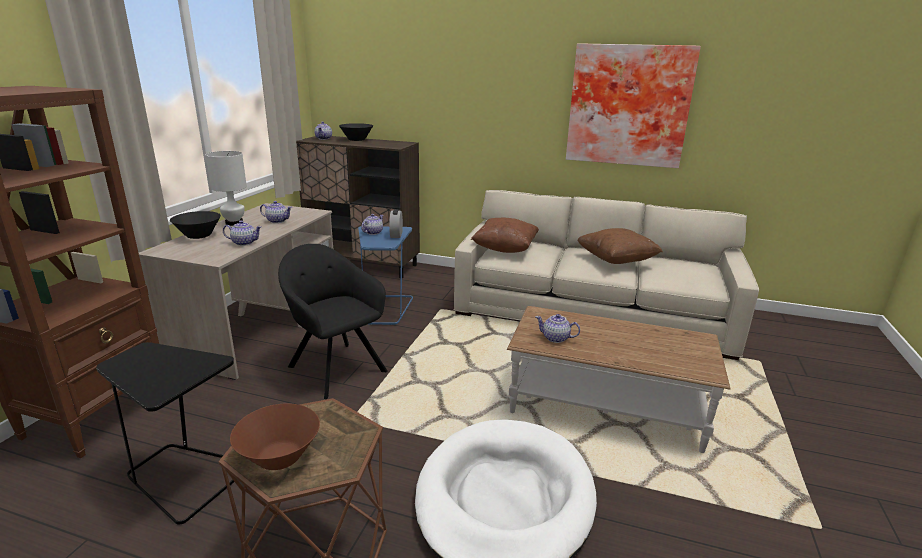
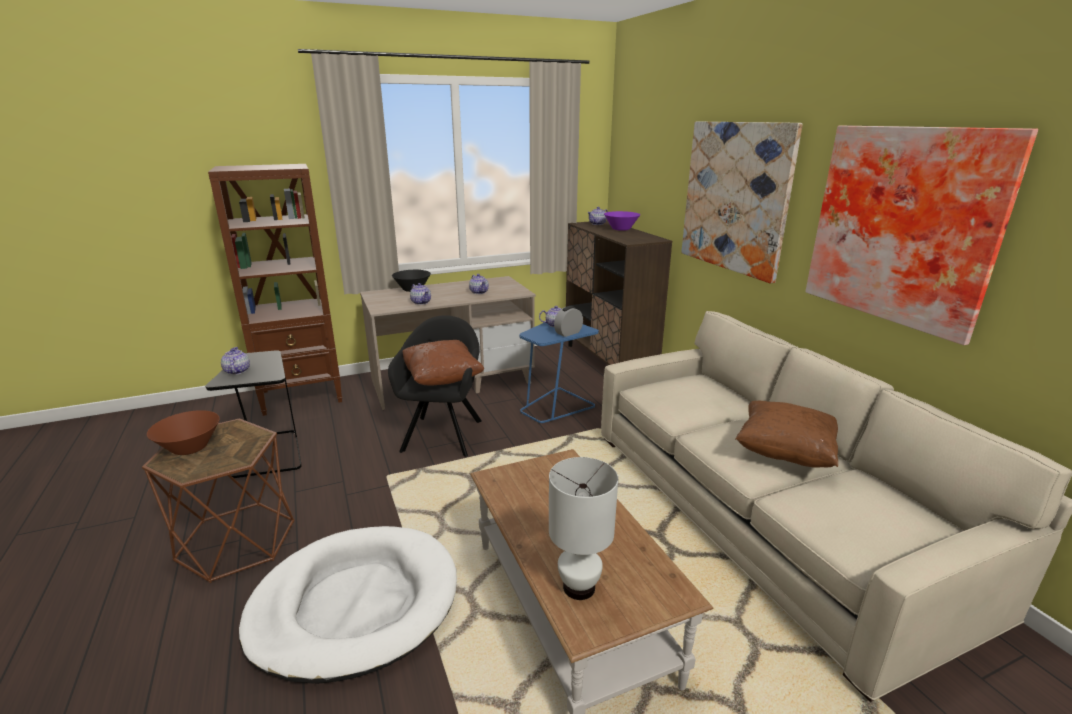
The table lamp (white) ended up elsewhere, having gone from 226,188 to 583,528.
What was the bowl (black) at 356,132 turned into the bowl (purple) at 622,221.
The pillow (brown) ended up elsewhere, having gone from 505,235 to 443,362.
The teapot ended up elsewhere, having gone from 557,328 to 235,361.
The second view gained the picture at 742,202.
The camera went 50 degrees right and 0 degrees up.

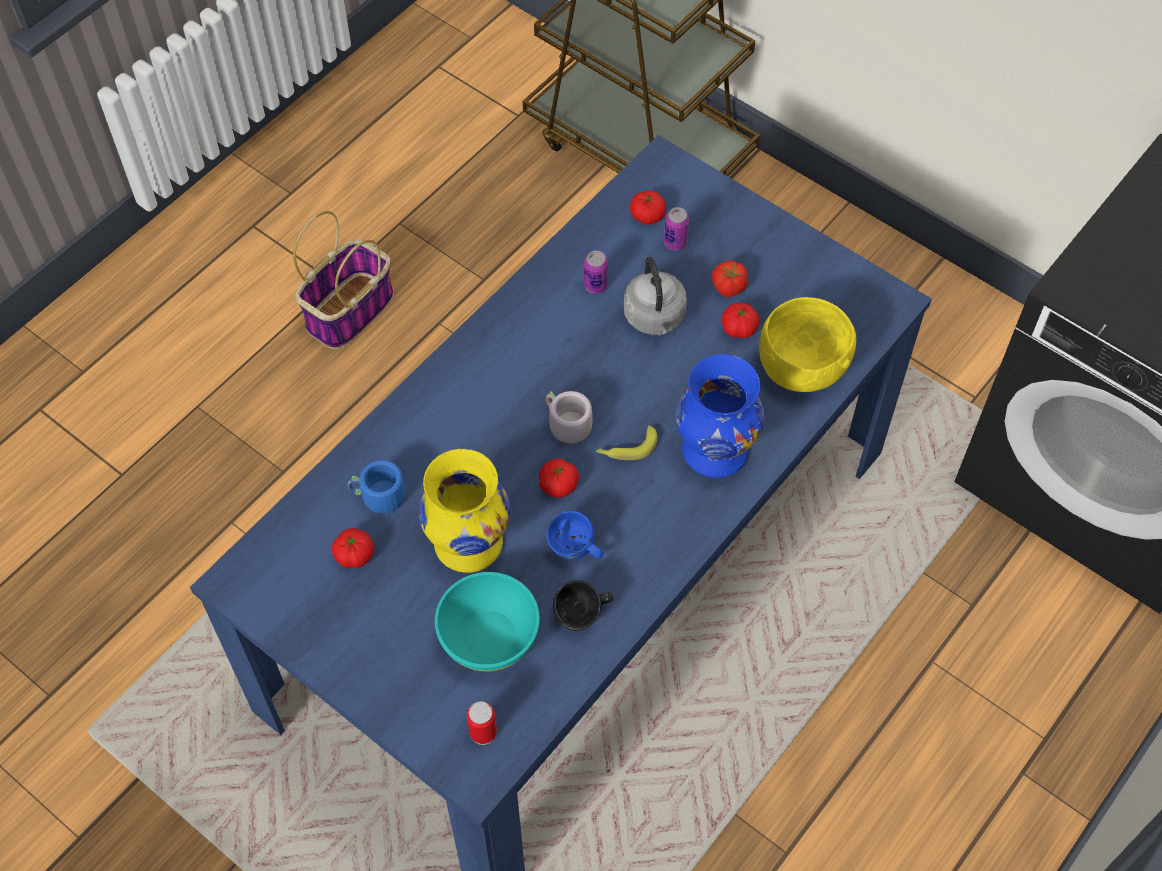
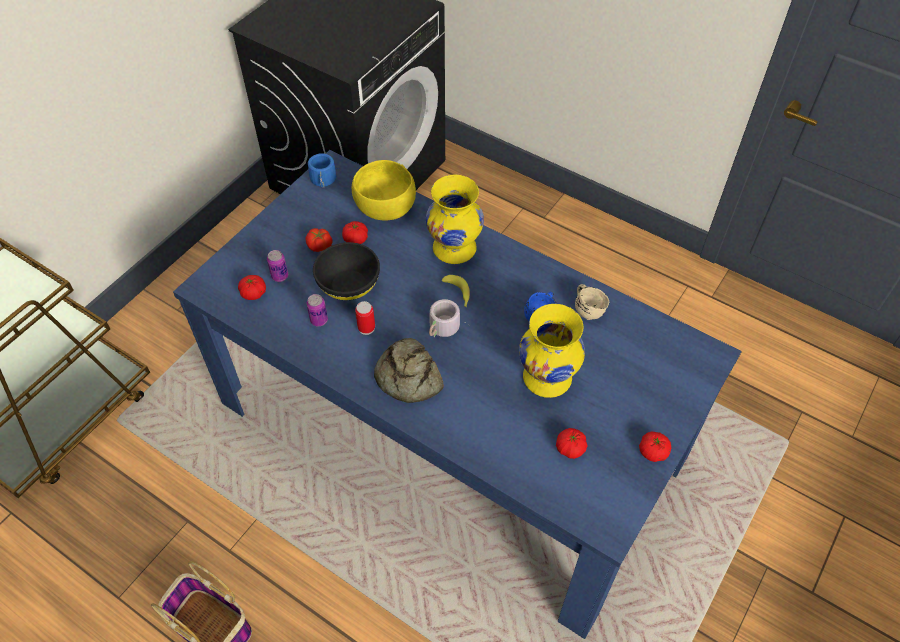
The mug (blue) ended up elsewhere, having gone from 377,490 to 322,170.
The second view lost the bowl (turquoise) at 487,621.
The can ended up elsewhere, having gone from 482,723 to 365,318.
The tomato ended up elsewhere, having gone from 559,478 to 655,447.
What was the mug (black) at 583,605 turned into the mug (beige) at 592,302.
Where the kettle (grey) stood at 655,296, the bowl (black) came to stand at 346,271.
What was the vase (blue) at 720,416 turned into the vase (yellow) at 455,219.
The second view gained the bread at 409,370.
The camera went 95 degrees left and 5 degrees down.

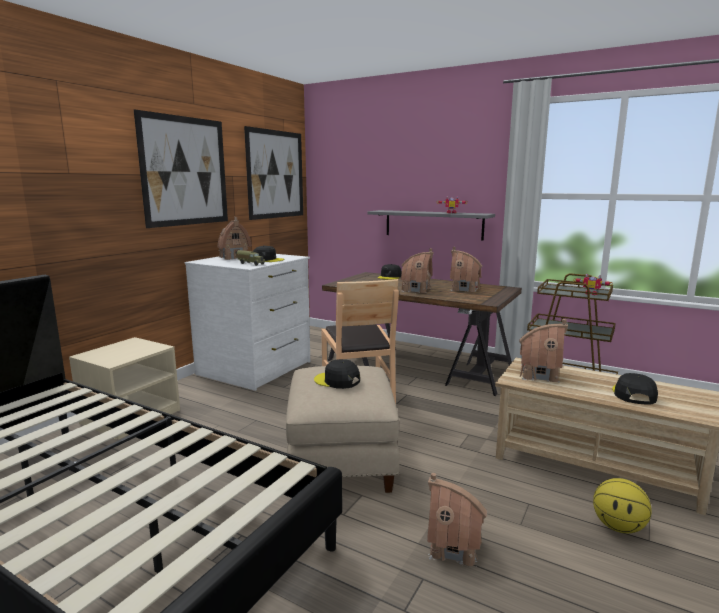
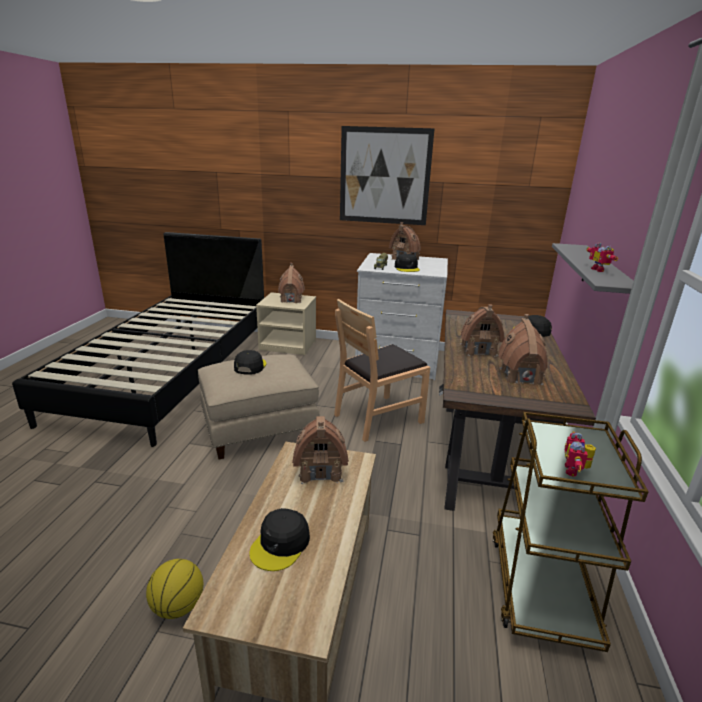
The second view lost the picture at 273,173.
The toy house ended up elsewhere, having gone from 457,519 to 291,283.
The cap (black) at 635,389 ended up facing another way, 120 degrees clockwise from before.
The camera went 70 degrees right and 10 degrees up.

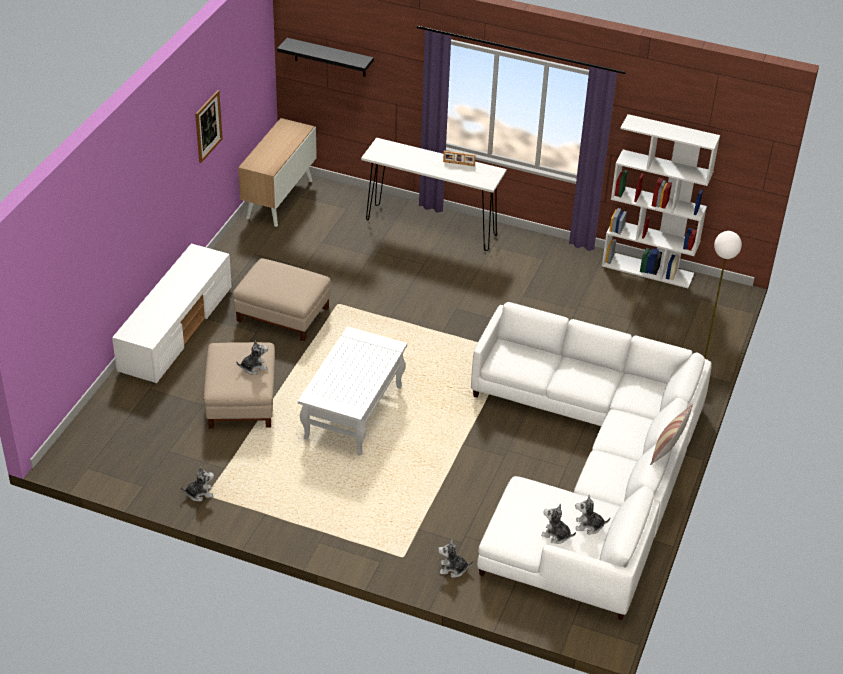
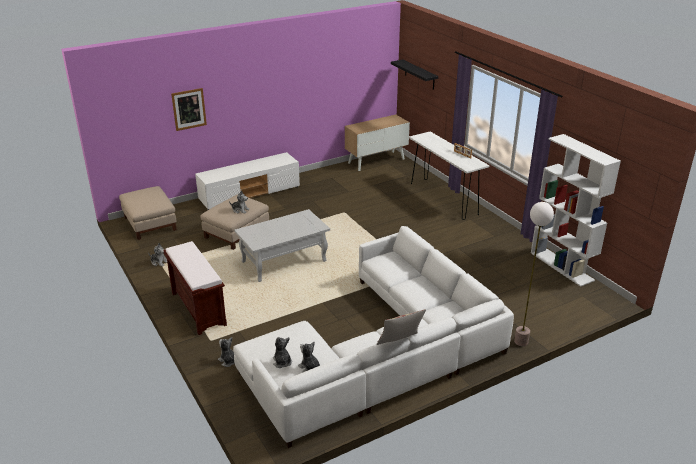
The picture ended up elsewhere, having gone from 209,126 to 189,109.
The ottoman (beige) ended up elsewhere, having gone from 282,299 to 148,213.
The second view gained the bench (brown) at 195,288.
The camera went 40 degrees right and 10 degrees down.

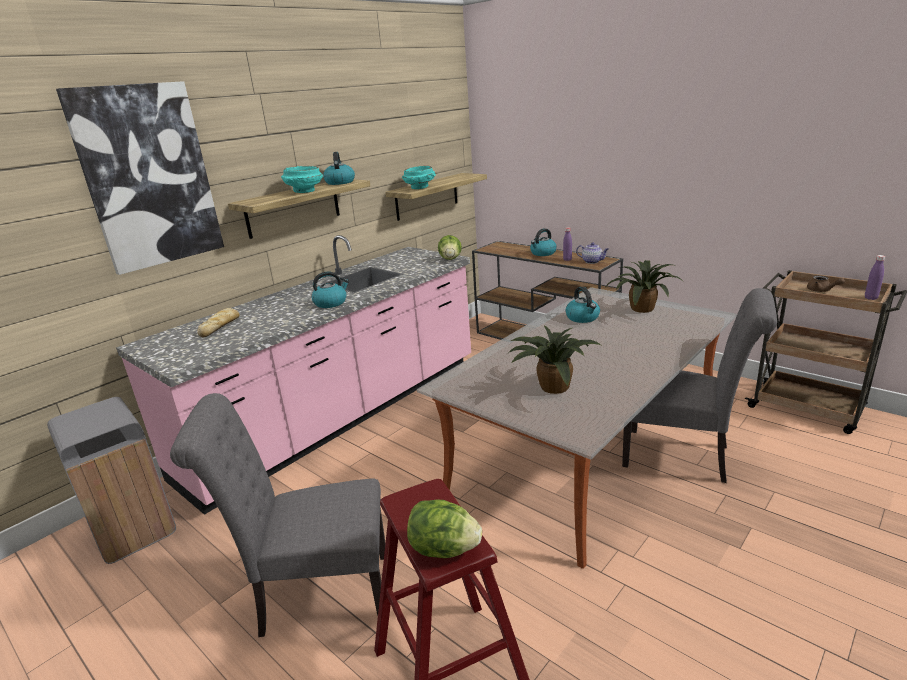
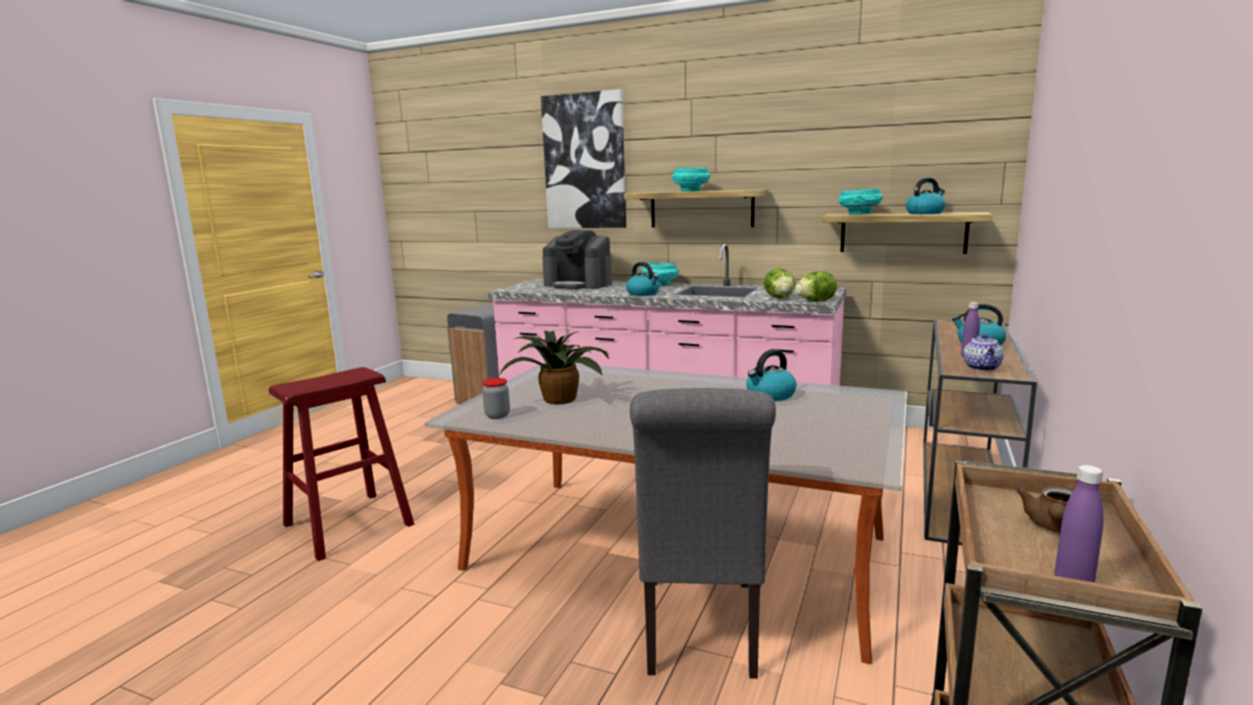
The second view lost the chair (grey) at 277,515.
Where the bread stood at 218,322, the coffee machine came to stand at 577,259.
The kettle ended up elsewhere, having gone from 339,168 to 926,196.
The lettuce ended up elsewhere, having gone from 444,529 to 779,283.
The second view lost the potted plant at 645,286.
The second view gained the jar at 496,398.
The second view gained the bowl (turquoise) at 660,274.
The camera went 70 degrees right and 10 degrees down.

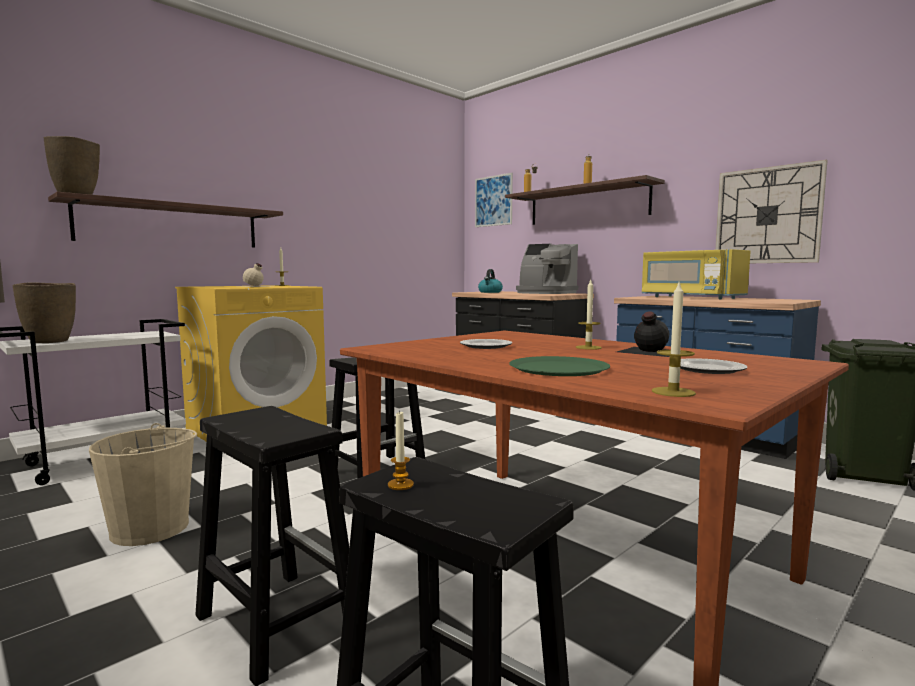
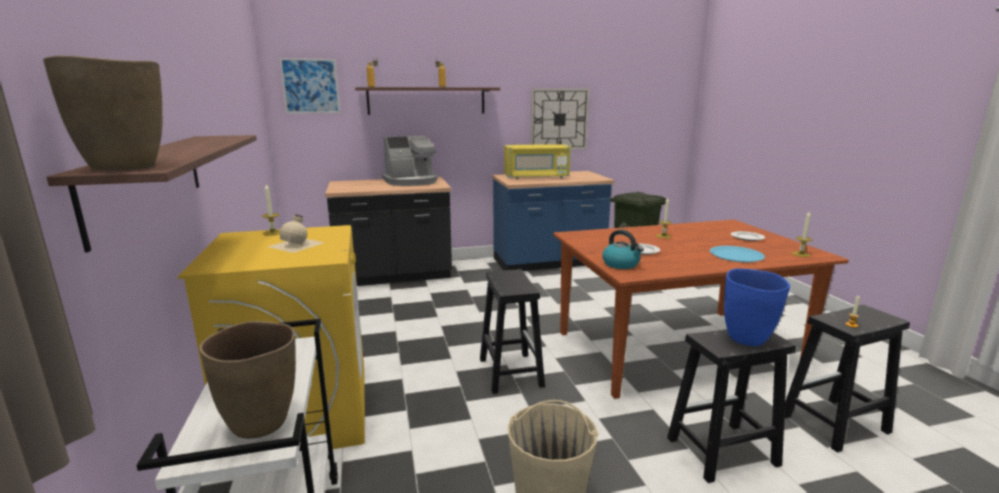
The kettle ended up elsewhere, having gone from 490,281 to 623,249.
What was the plate (green) at 559,366 turned into the plate (blue) at 737,254.
The second view lost the bottle (black) at 643,334.
The second view gained the vase (blue) at 757,307.
The camera went 60 degrees left and 10 degrees up.

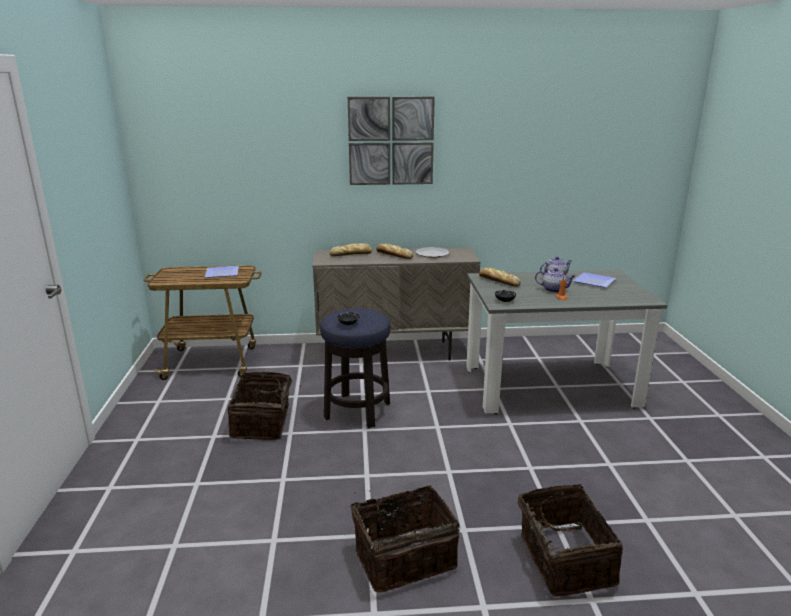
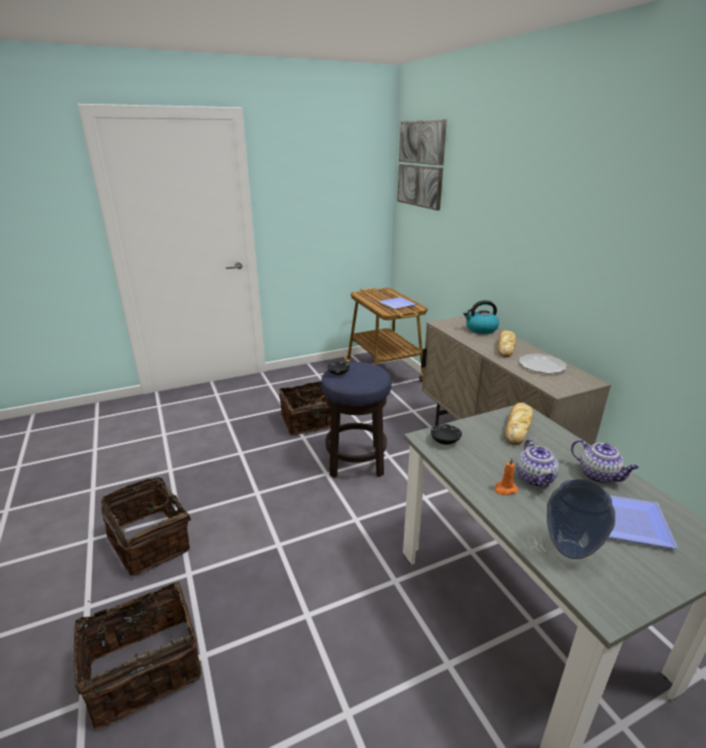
Where the bread stood at 351,249, the kettle came to stand at 481,317.
The picture ended up elsewhere, having gone from 391,141 to 422,164.
The second view gained the vase at 581,519.
The camera went 70 degrees right and 5 degrees up.

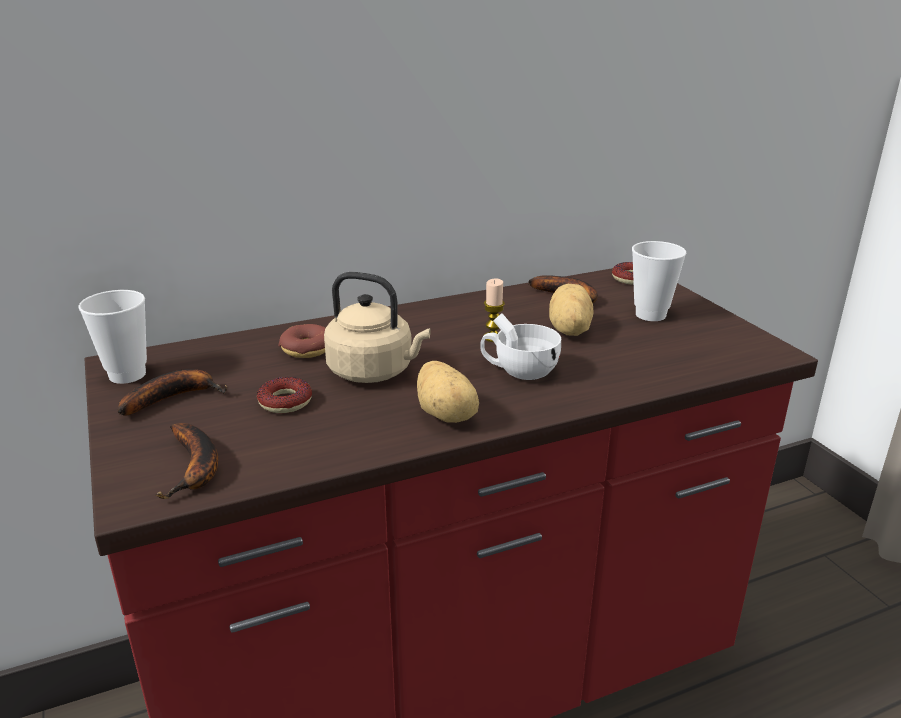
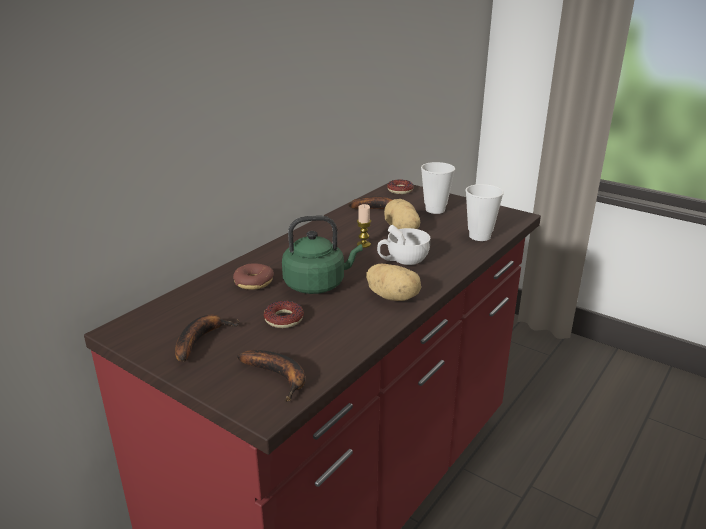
The cup ended up elsewhere, having gone from 112,337 to 484,212.
What was the kettle (beige) at 377,327 turned into the kettle (green) at 322,254.
The camera went 30 degrees left and 0 degrees up.

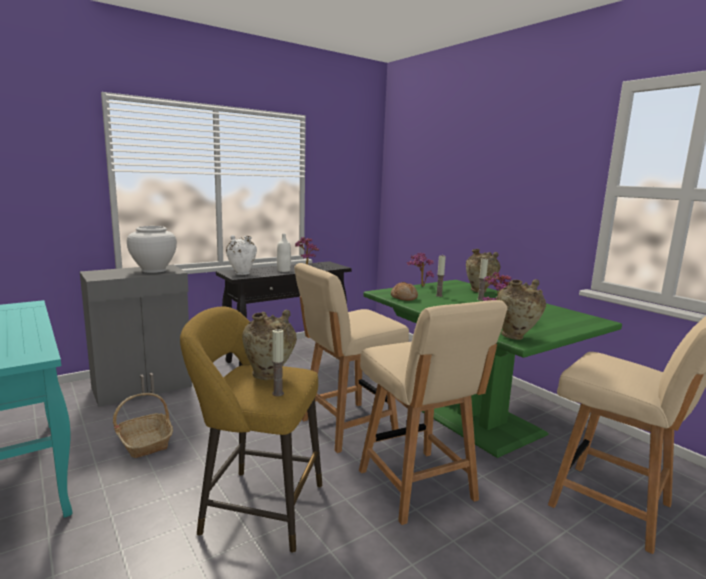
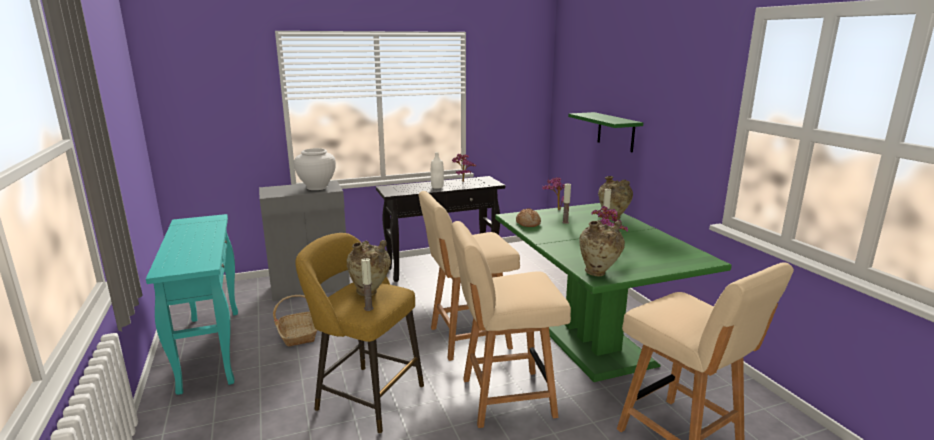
The second view lost the vase (white) at 241,255.
The chair (beige) at 433,412 ended up facing another way, 90 degrees clockwise from before.
The second view gained the shelf (green) at 605,132.
The camera went 15 degrees right and 5 degrees up.

